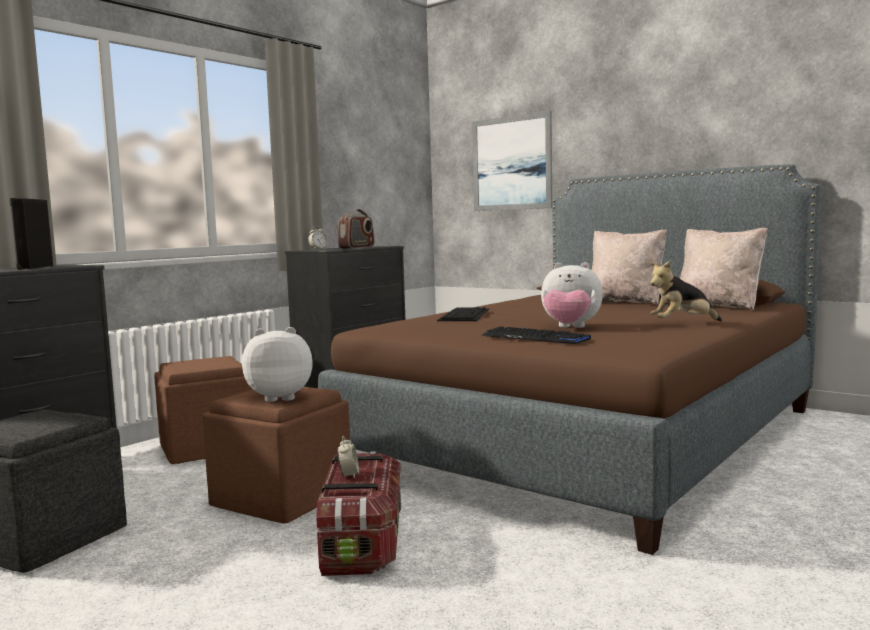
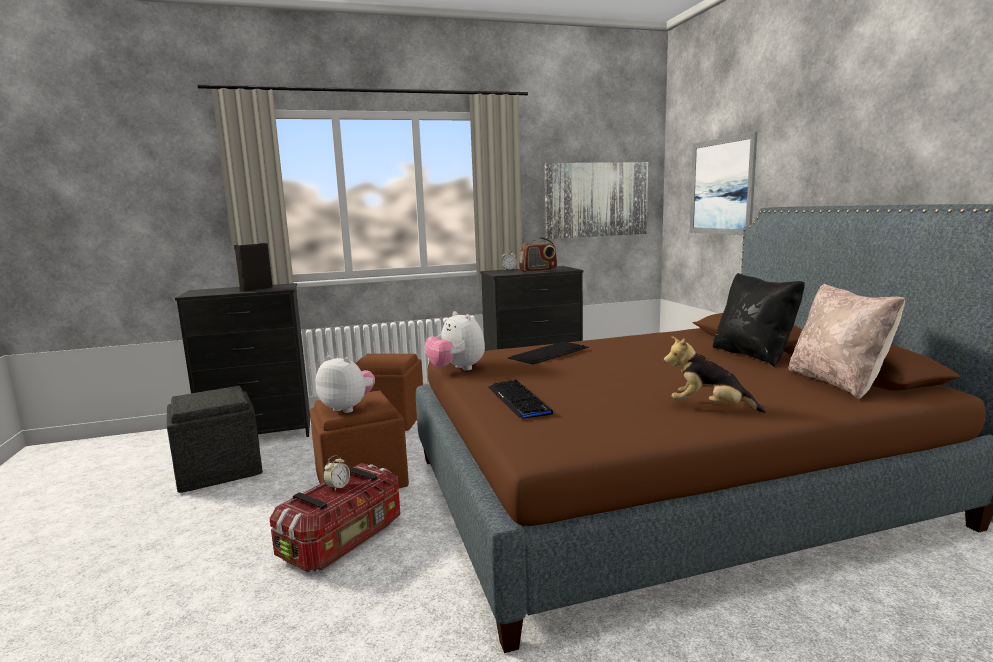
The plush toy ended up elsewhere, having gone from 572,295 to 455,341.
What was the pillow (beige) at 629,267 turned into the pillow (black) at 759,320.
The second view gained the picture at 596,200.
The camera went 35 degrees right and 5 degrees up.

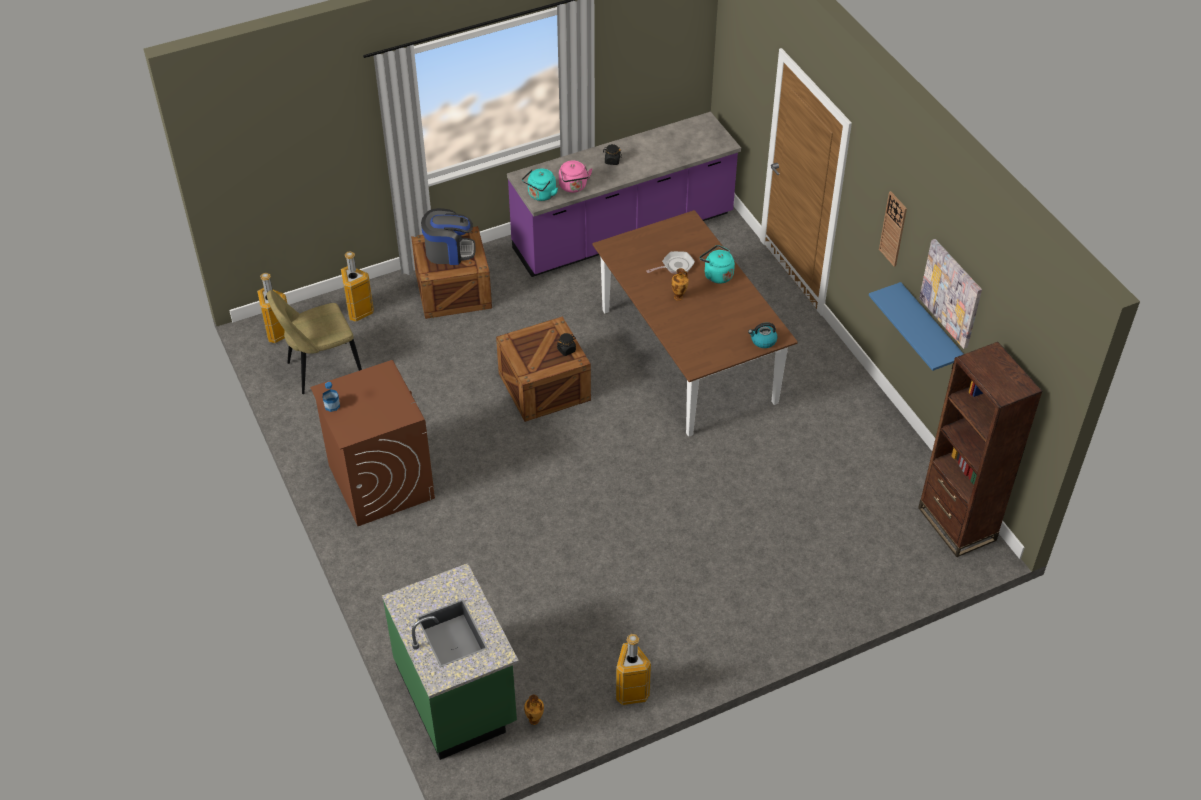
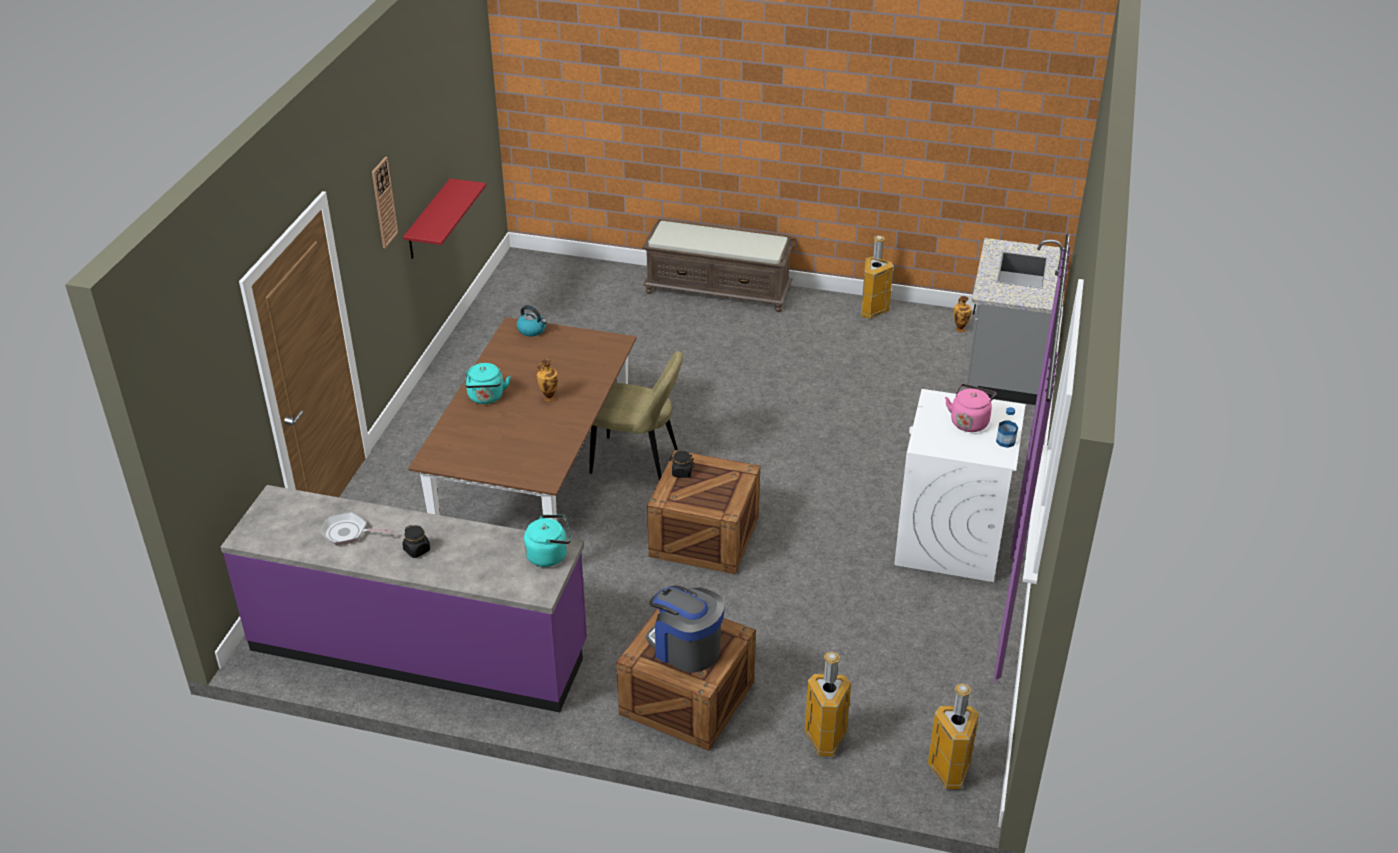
The chair (beige) ended up elsewhere, having gone from 314,342 to 636,415.
What was the washing machine (brown) at 372,443 turned into the washing machine (white) at 959,485.
What was the counter (green) at 450,661 turned into the counter (grey) at 1015,321.
The kettle (pink) ended up elsewhere, having gone from 575,176 to 971,408.
The frying pan ended up elsewhere, having gone from 670,262 to 356,529.
What was the shelf (blue) at 916,326 turned into the shelf (red) at 444,218.
The second view lost the bookcase (brown) at 980,449.
The second view lost the picture at 950,294.
The second view gained the bench (brown) at 718,265.
The camera went 140 degrees left and 10 degrees down.

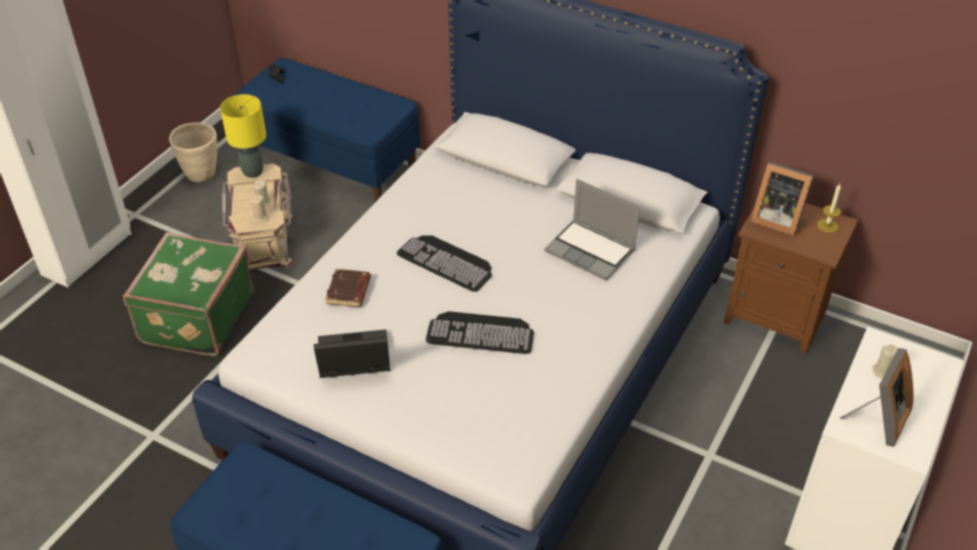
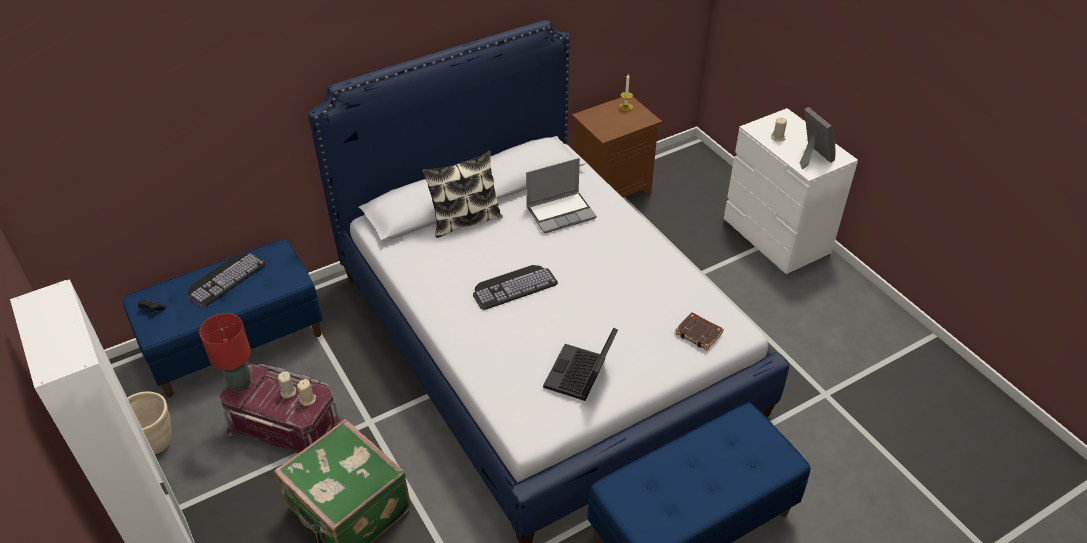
What was the table lamp (yellow) at 243,136 turned into the table lamp (red) at 225,352.
What was the storage box (beige) at 258,217 turned into the storage box (red) at 281,408.
The book (brown) ended up elsewhere, having gone from 348,288 to 699,331.
The keyboard ended up elsewhere, having gone from 480,332 to 227,280.
The second view lost the picture frame at 782,199.
The second view gained the pillow at 462,194.
The camera went 60 degrees left and 0 degrees up.

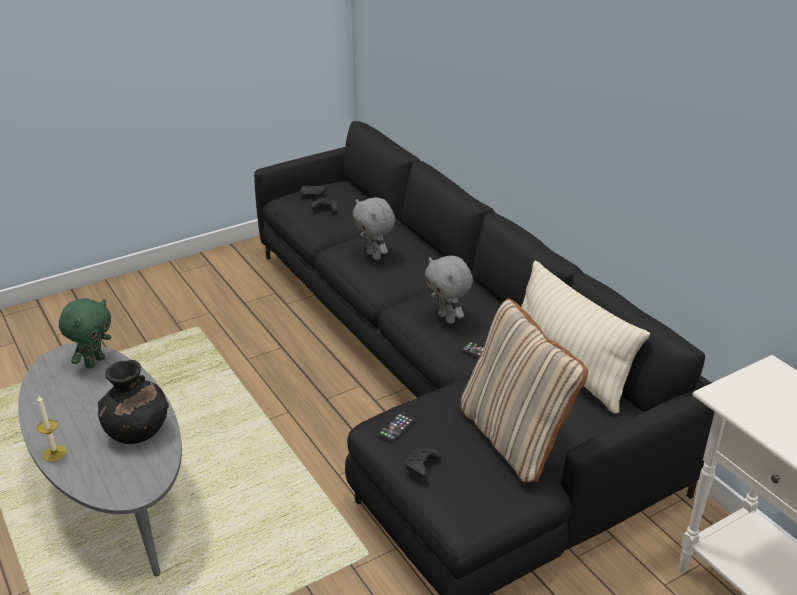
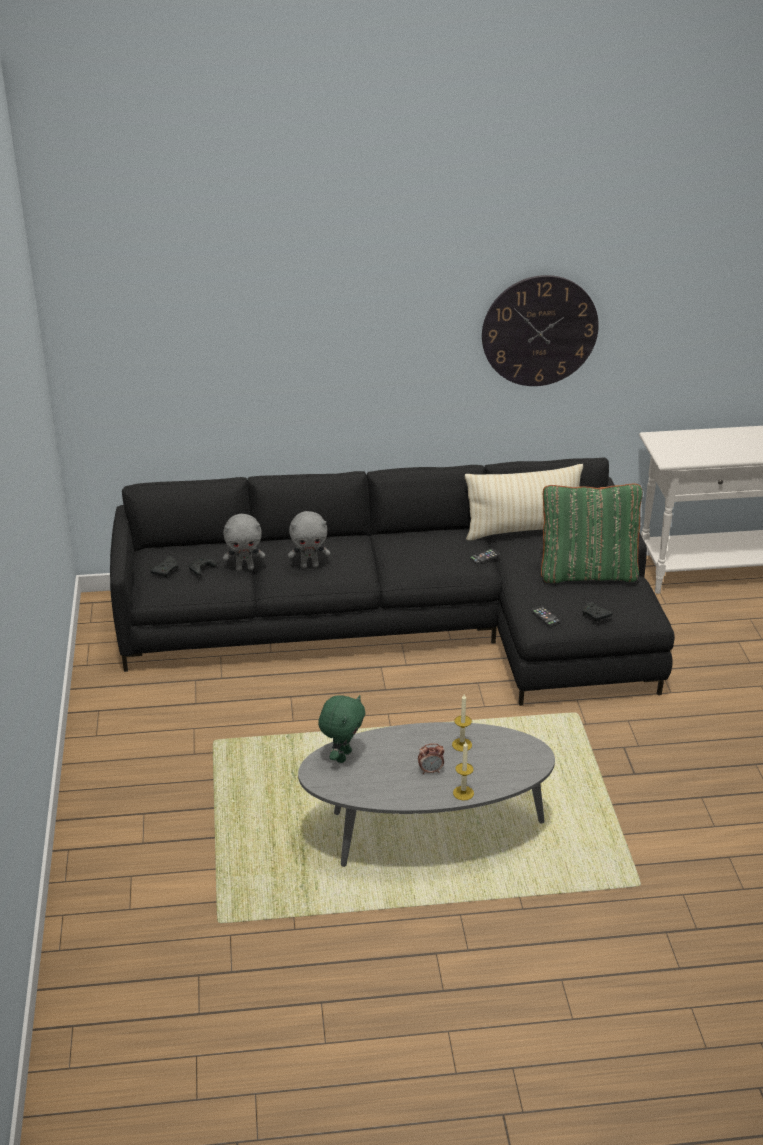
The plush toy (green) at 85,333 ended up facing another way, 60 degrees clockwise from before.
Where the vase (black) stood at 133,402, the candle came to stand at 462,723.
The plush toy (grey) ended up elsewhere, having gone from 449,290 to 244,542.
What was the pillow (beige) at 524,390 turned into the pillow (green) at 592,533.
The second view gained the alarm clock at 431,758.
The second view gained the wall clock at 540,330.
The camera went 65 degrees left and 0 degrees up.

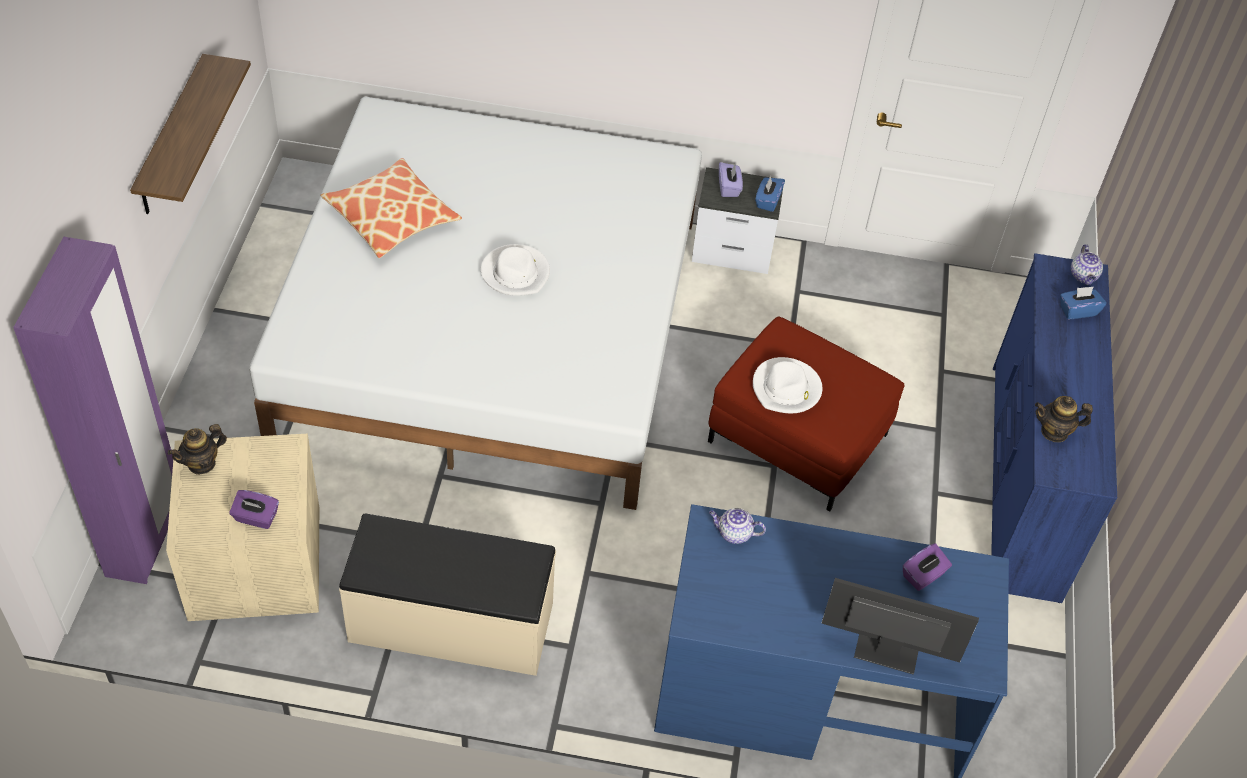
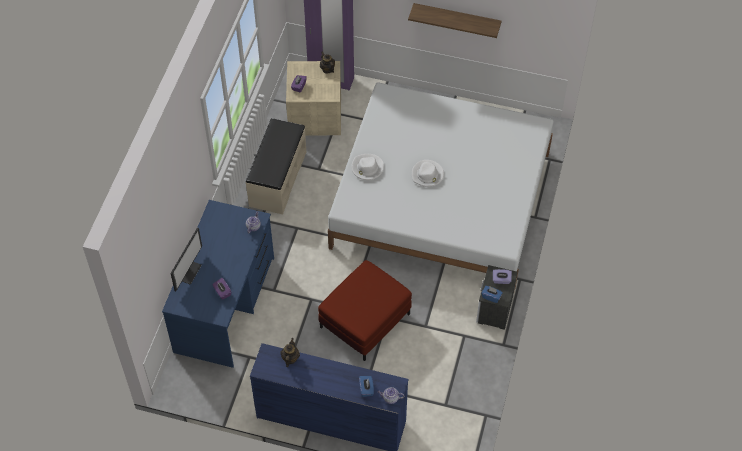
The second view lost the pillow at 391,208.
The hat (white) ended up elsewhere, having gone from 787,385 to 367,167.
The camera went 100 degrees right and 5 degrees up.

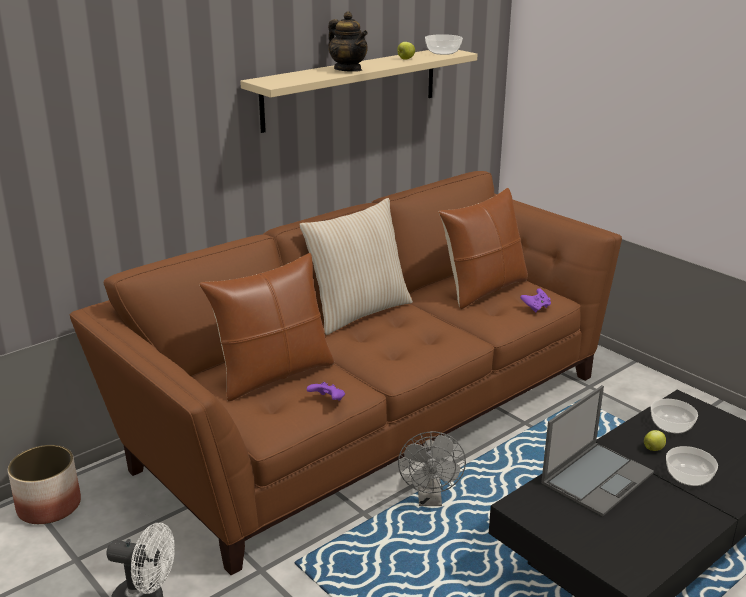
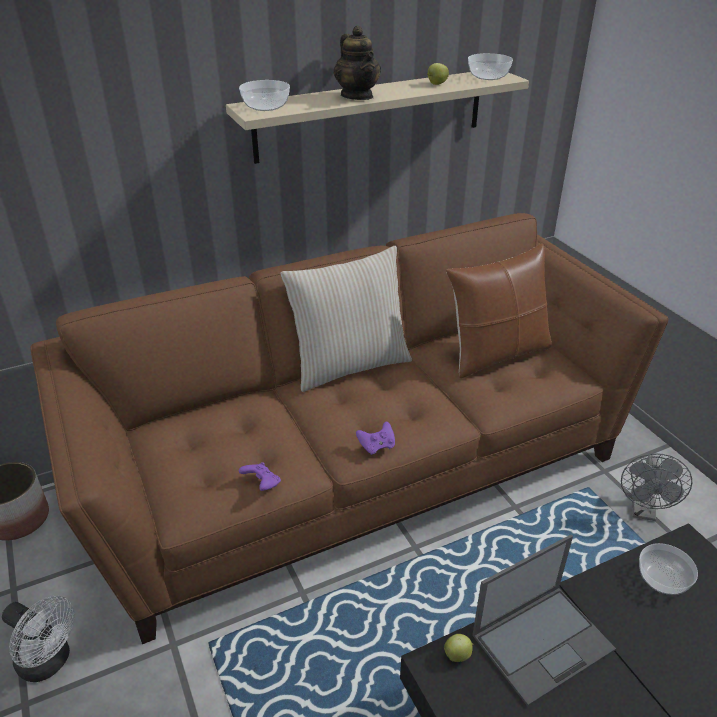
The second view lost the pillow (brown) at 266,327.
The fan (grey) ended up elsewhere, having gone from 432,468 to 656,487.
The game controller (purple) ended up elsewhere, having gone from 535,300 to 375,438.
The apple ended up elsewhere, having gone from 655,440 to 458,648.
The bowl ended up elsewhere, having gone from 692,466 to 264,95.
The camera went 15 degrees right and 10 degrees up.

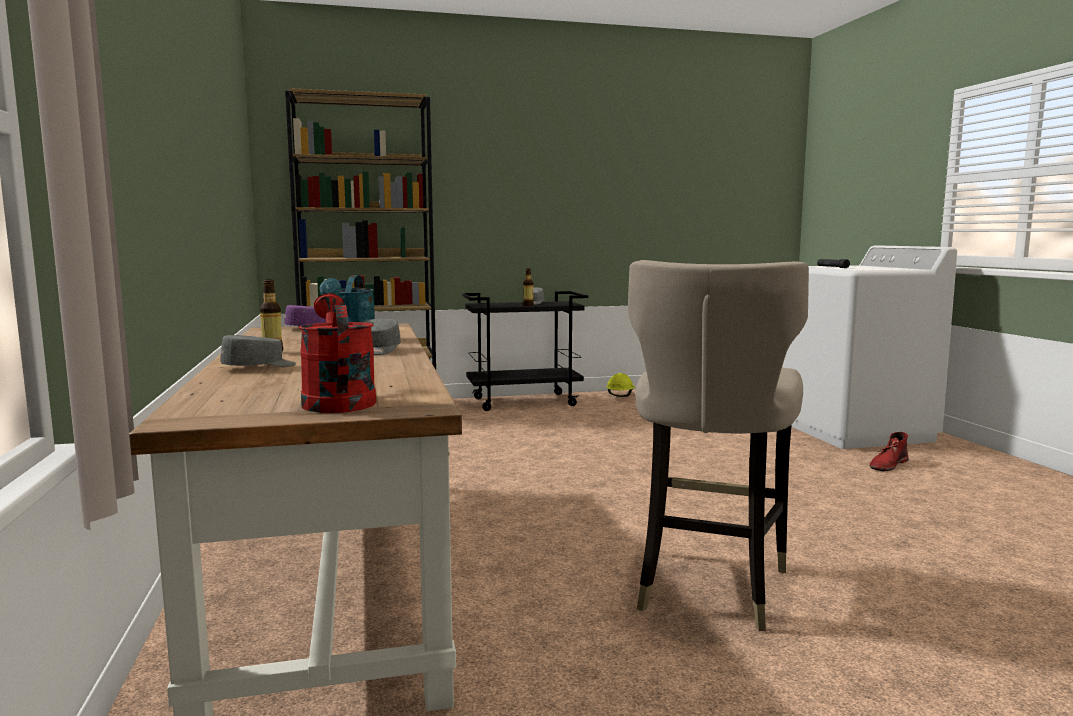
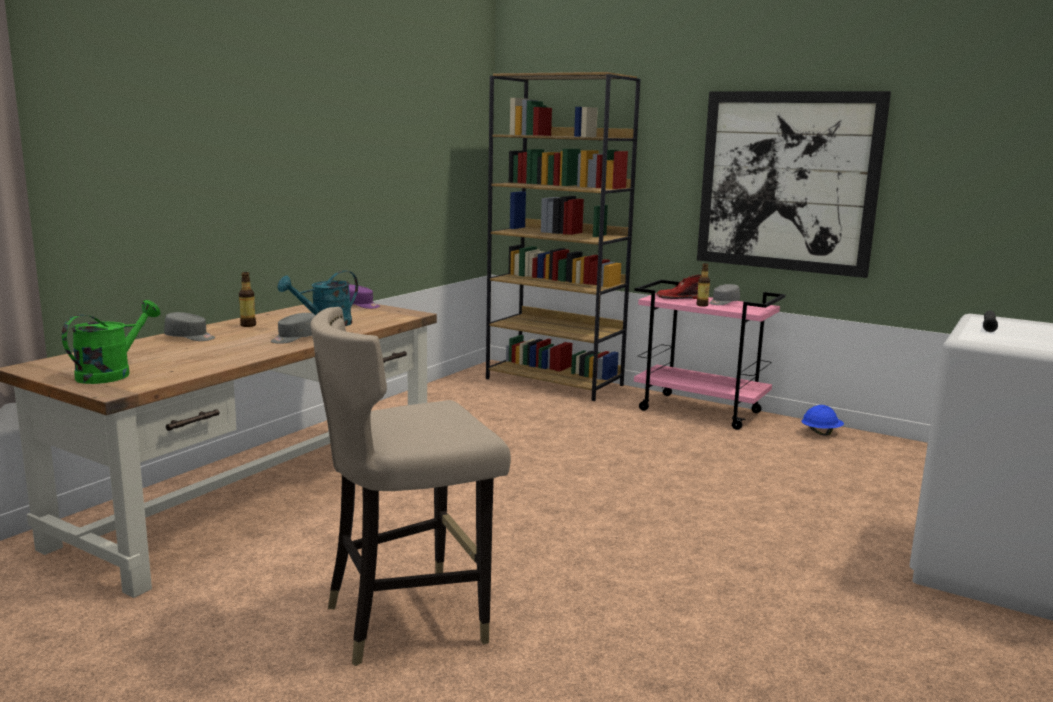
What was the watering can (red) at 337,353 turned into the watering can (green) at 111,342.
What was the cart (black) at 525,351 turned into the cart (pink) at 710,355.
What was the hard hat (yellow) at 620,385 turned into the hard hat (blue) at 822,420.
The boot (red) ended up elsewhere, having gone from 889,451 to 678,287.
The second view gained the picture at 794,184.
The camera went 45 degrees right and 5 degrees up.

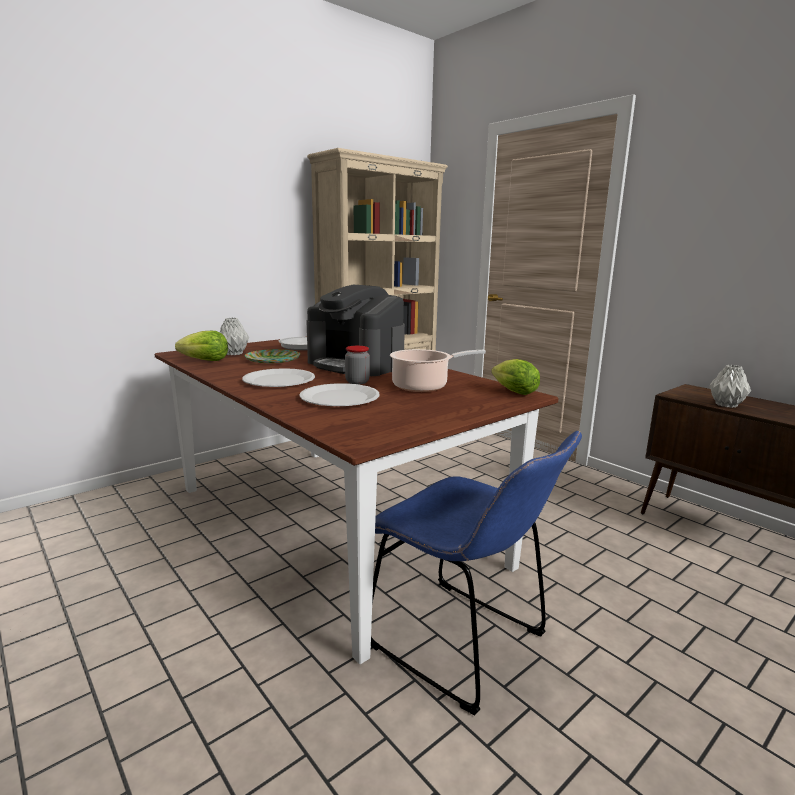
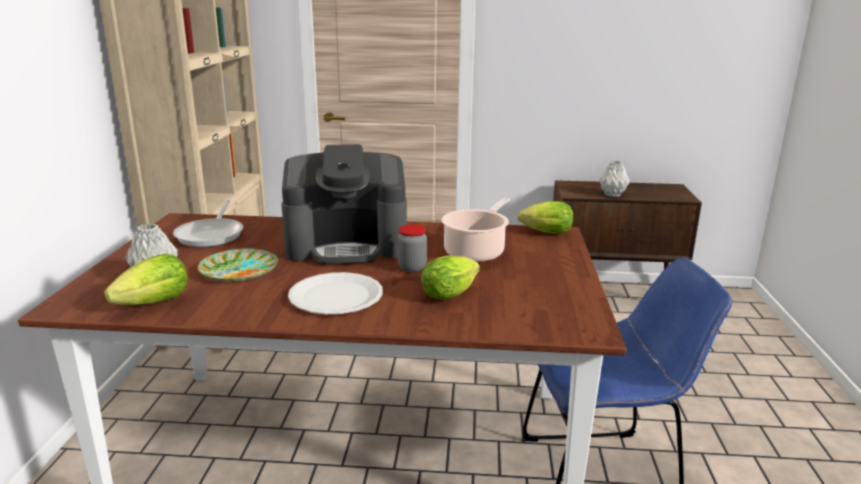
Where the plate (white) stood at 339,394, the lettuce came to stand at 450,278.
The camera went 45 degrees left and 5 degrees up.

